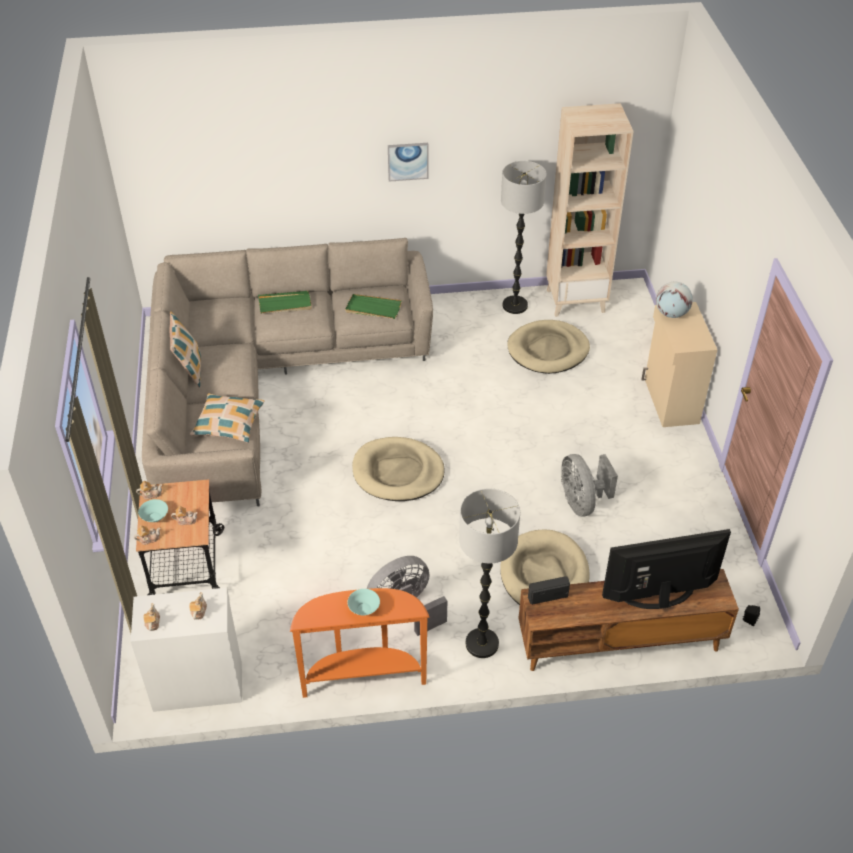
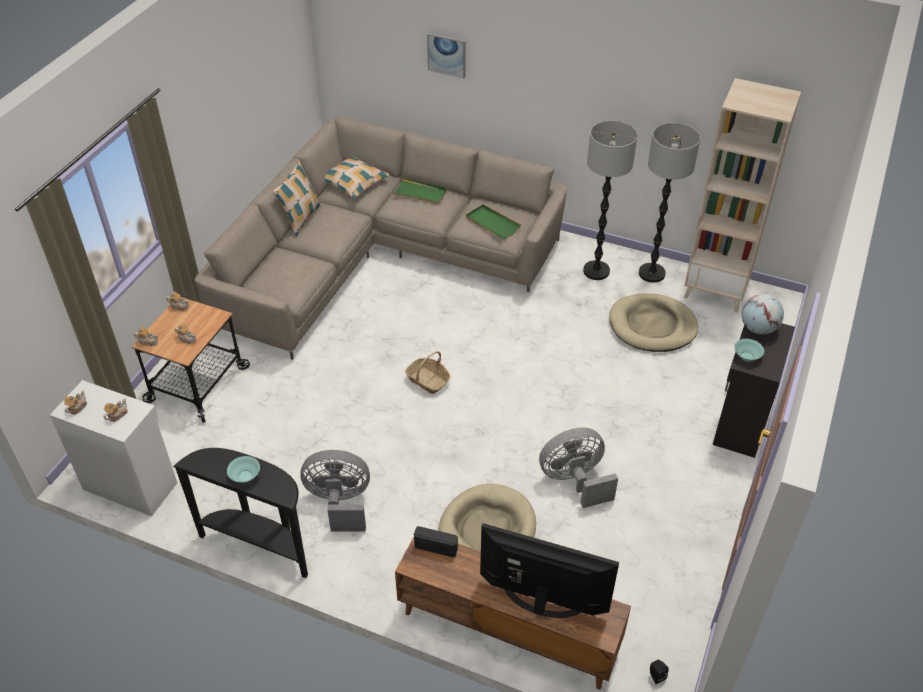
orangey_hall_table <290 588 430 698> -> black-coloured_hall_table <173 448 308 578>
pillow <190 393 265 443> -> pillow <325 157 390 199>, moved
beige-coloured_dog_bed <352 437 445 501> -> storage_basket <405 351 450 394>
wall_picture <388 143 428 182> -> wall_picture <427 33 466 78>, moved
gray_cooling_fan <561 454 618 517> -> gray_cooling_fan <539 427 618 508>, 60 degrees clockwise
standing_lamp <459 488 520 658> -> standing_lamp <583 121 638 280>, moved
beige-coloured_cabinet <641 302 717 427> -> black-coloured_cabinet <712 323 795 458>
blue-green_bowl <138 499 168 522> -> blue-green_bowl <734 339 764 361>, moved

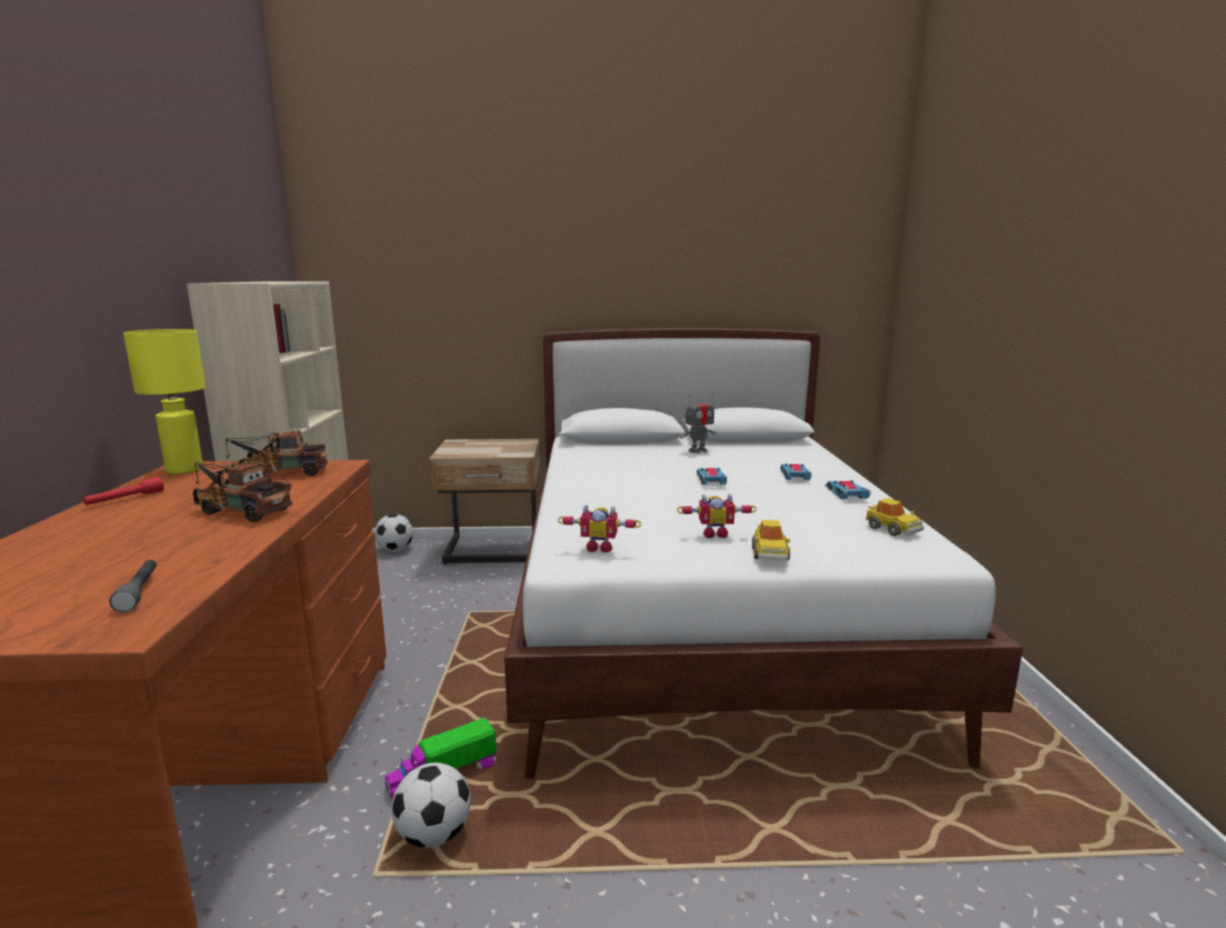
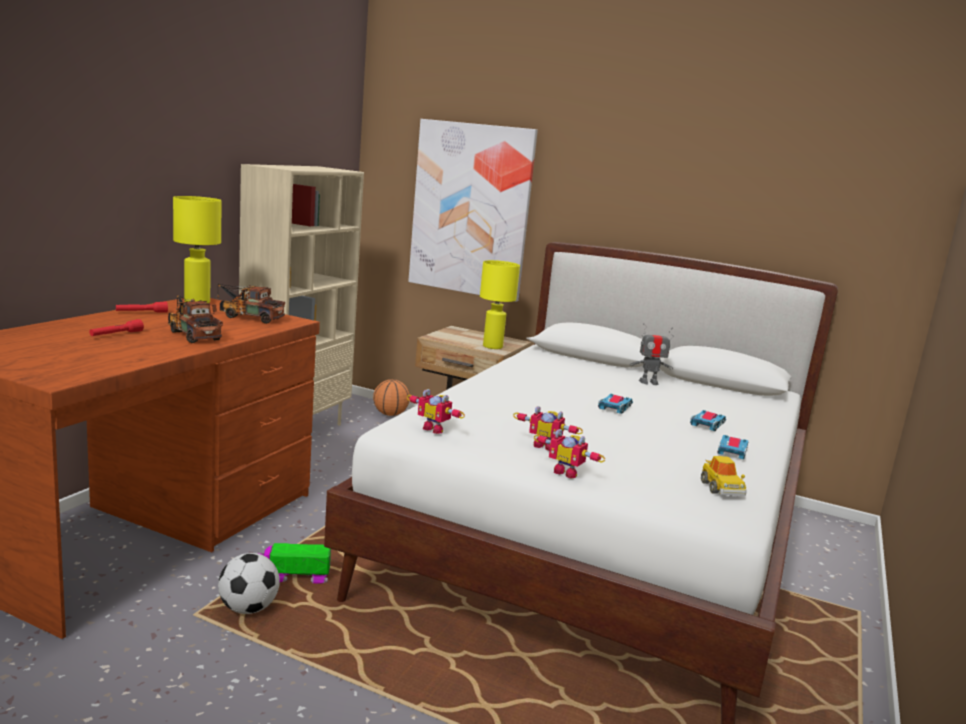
none -> reddish_flashlight <89 319 144 336>
ball_for_football <375 514 414 551> -> basketball <373 379 410 416>
none -> wall_picture <408 119 538 302>
none -> yellow-coloured_table_lamp <480 260 520 349>
miniature_car <752 520 790 561> -> toy_robot <534 429 605 478>
gray_flashlight <109 560 157 612> -> none

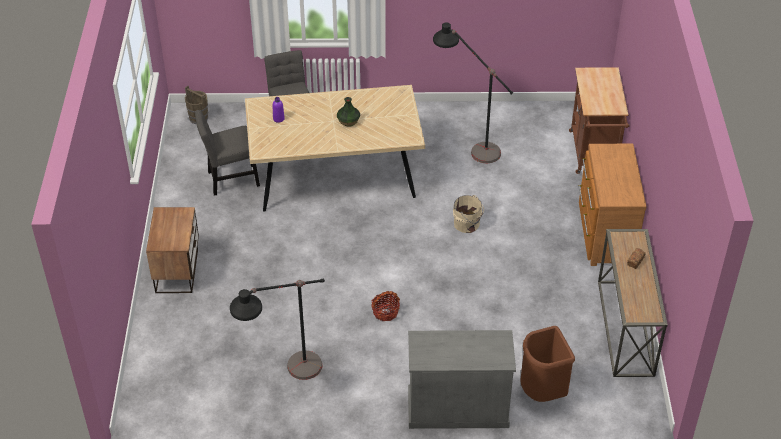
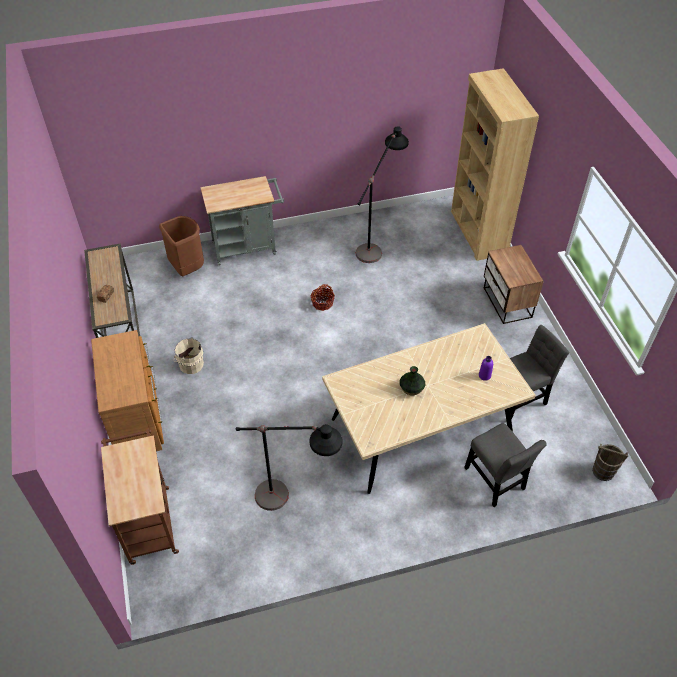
beige-coloured_bucket <453 195 484 233> -> beige-coloured_bucket <174 337 204 374>, moved
gray_cabinet <408 330 516 429> -> gray_cart <200 176 284 265>
none -> brown-coloured_bookcase <451 68 539 261>

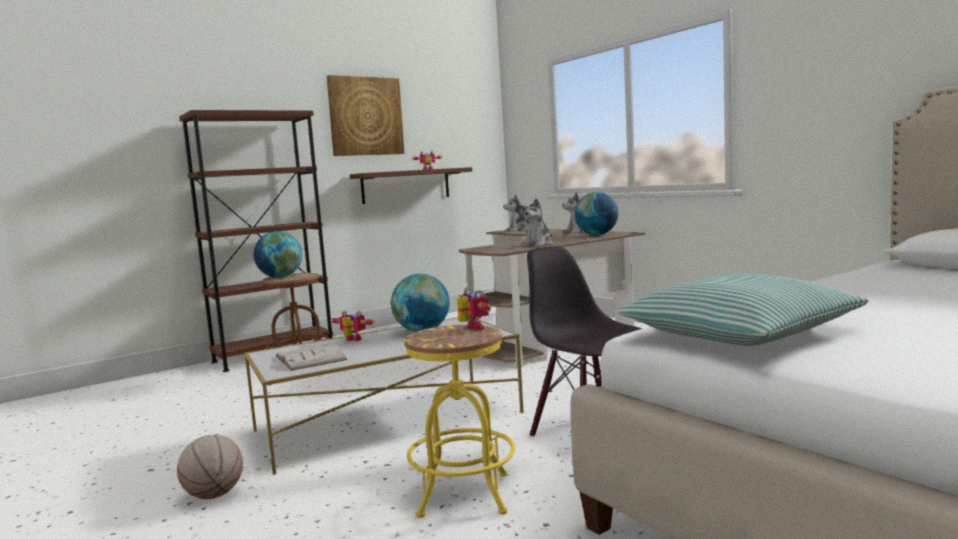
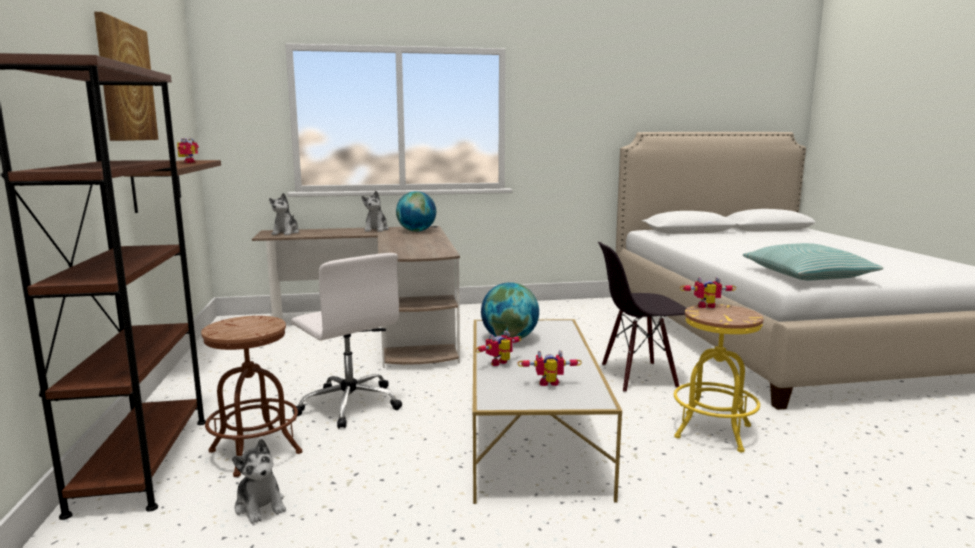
cuddly_toy <520 198 553 247> -> cuddly_toy <232 439 286 524>, moved
none -> white-coloured_desk_chair <291 253 402 429>
white-coloured_book <275 344 347 371> -> toy_robot <517 350 582 386>
basketball <177 435 243 499> -> none
desk_globe <253 231 302 278> -> none

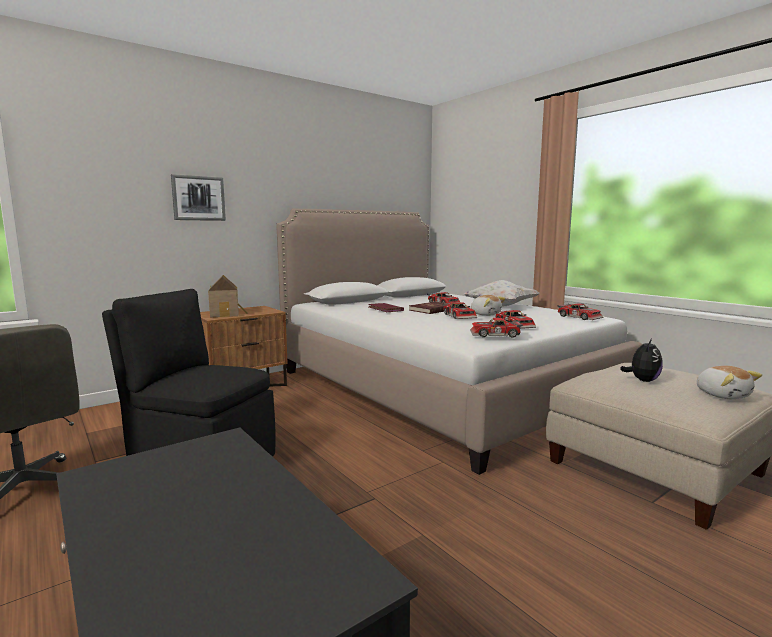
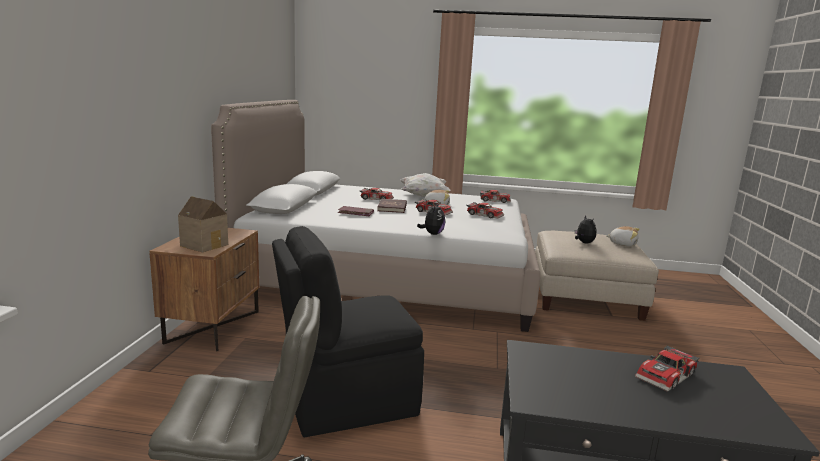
none -> cuddly_toy <417 203 445 235>
miniature_car <470 318 523 338> -> miniature_car <635 345 700 392>, moved
wall_picture <171 174 226 221> -> none

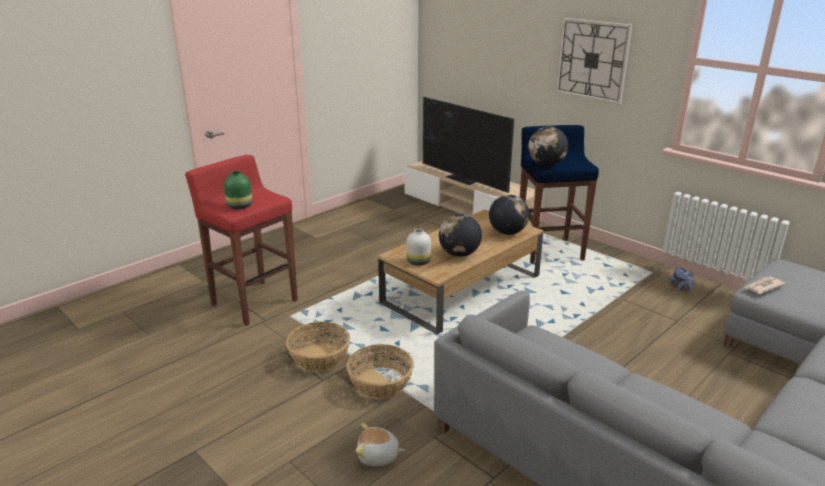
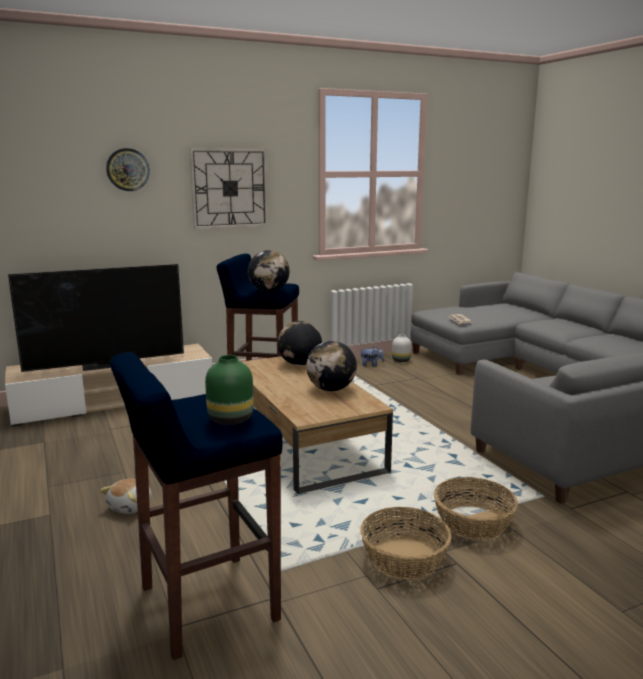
cuddly_toy <355 423 405 466> -> cuddly_toy <100 479 152 514>, moved
none -> wall_clock <106 148 150 191>
reddish_stool_seat <185 155 298 326> -> blue_stool_seat <110 352 283 660>
white-coloured_flower_vase <406 229 431 266> -> white-coloured_flower_vase <392 334 411 362>, moved

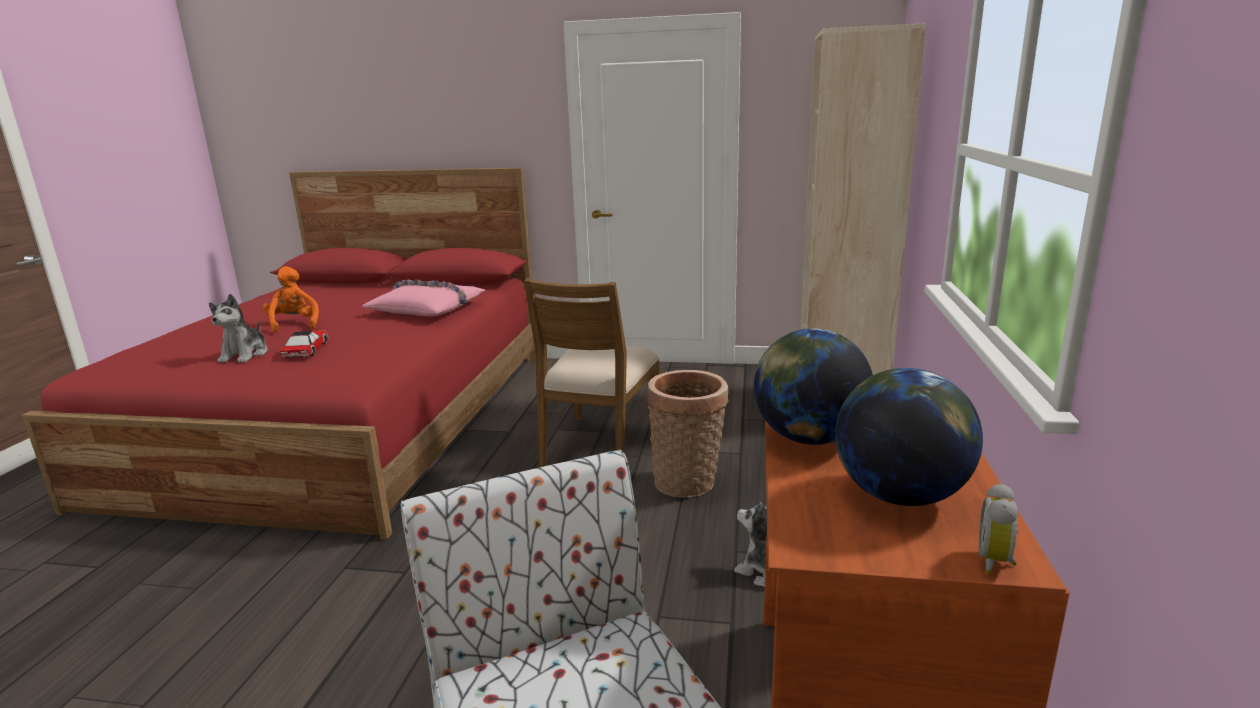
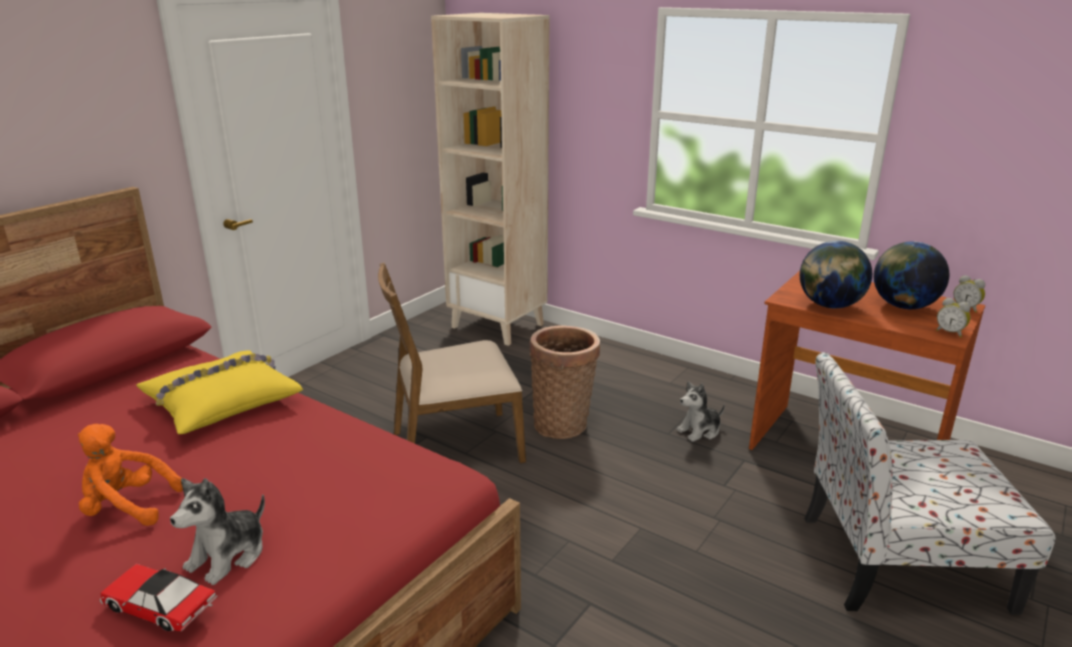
miniature_car <280 331 328 357> -> miniature_car <100 564 217 631>, moved
pinkish_pillow <362 279 486 316> -> yellow-coloured_pillow <136 350 303 434>
cuddly_toy <209 294 268 363> -> cuddly_toy <170 478 265 585>, 90 degrees clockwise
brown-coloured_plain_chair <524 278 659 467> -> brown-coloured_plain_chair <378 262 526 463>, 120 degrees clockwise
none -> bedside_clock <936 298 971 338>

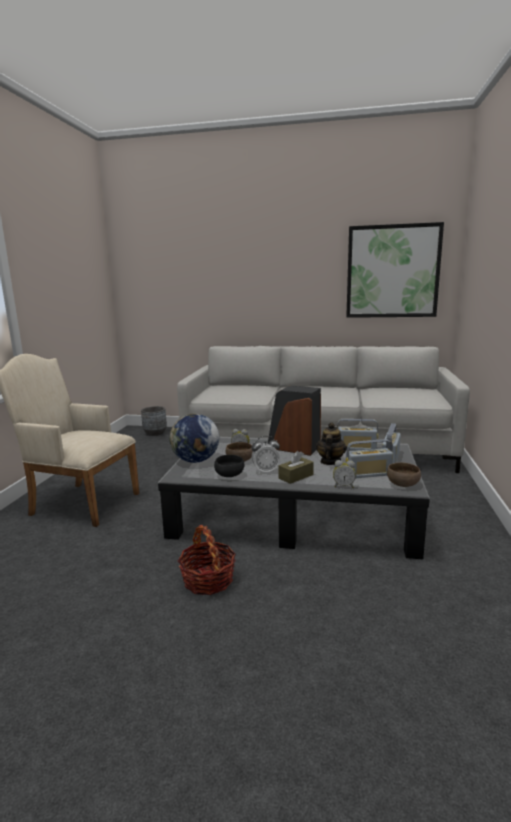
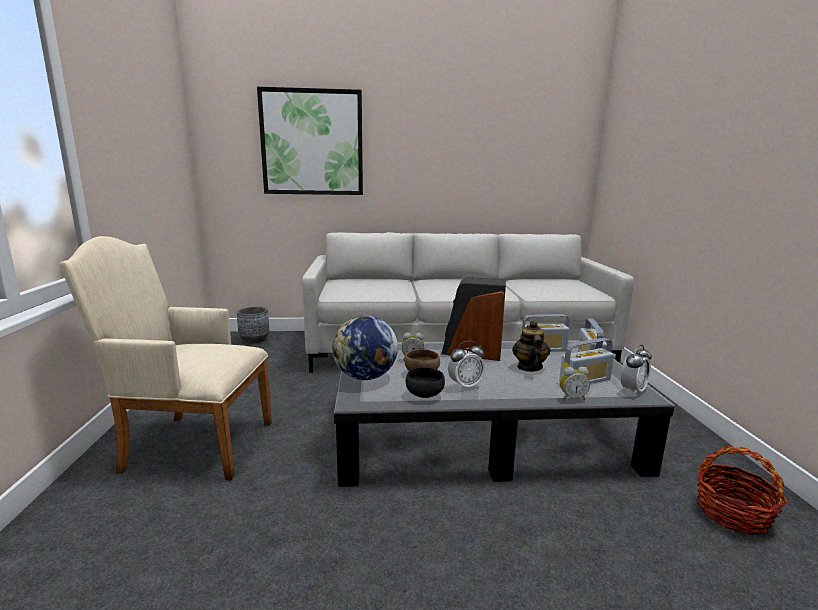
wall_picture <346 222 444 318> -> wall_picture <257 87 363 195>, moved
brown-coloured_bowl <387 462 421 487> -> bedside_clock <621 345 652 396>
storage_basket <178 525 236 595> -> storage_basket <697 446 788 536>, moved
brown-coloured_box_of_tissues <278 451 314 484> -> none

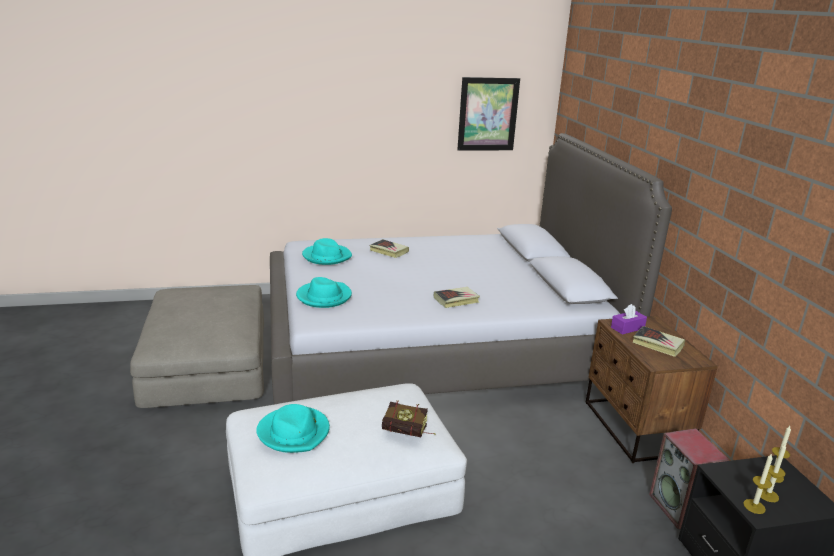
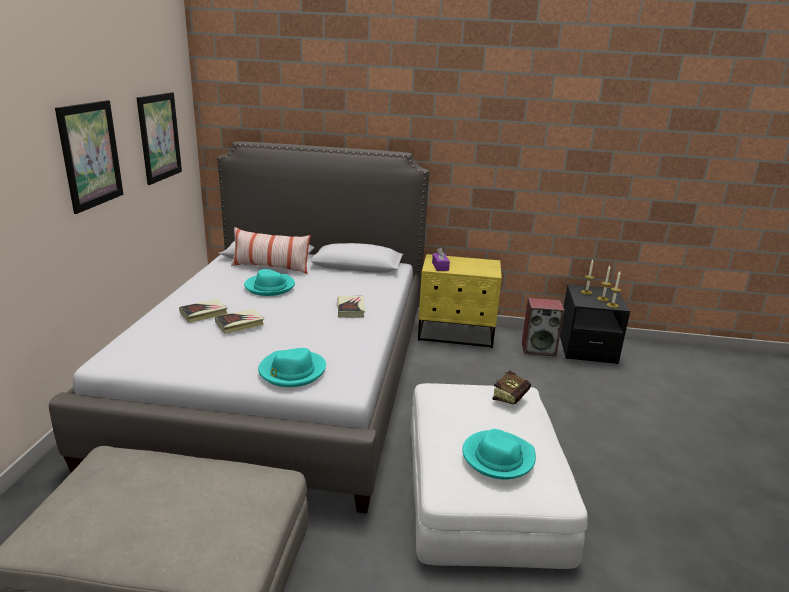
none -> wall_picture <55 100 123 214>
book <632 326 685 357> -> book <215 309 264 334>, moved
none -> pillow <231 227 311 274>
blue-green_clothing_hat <302 238 352 265> -> blue-green_clothing_hat <244 269 295 296>, moved
brown-coloured_nightstand <586 316 718 463> -> yellow-coloured_nightstand <418 254 502 348>

